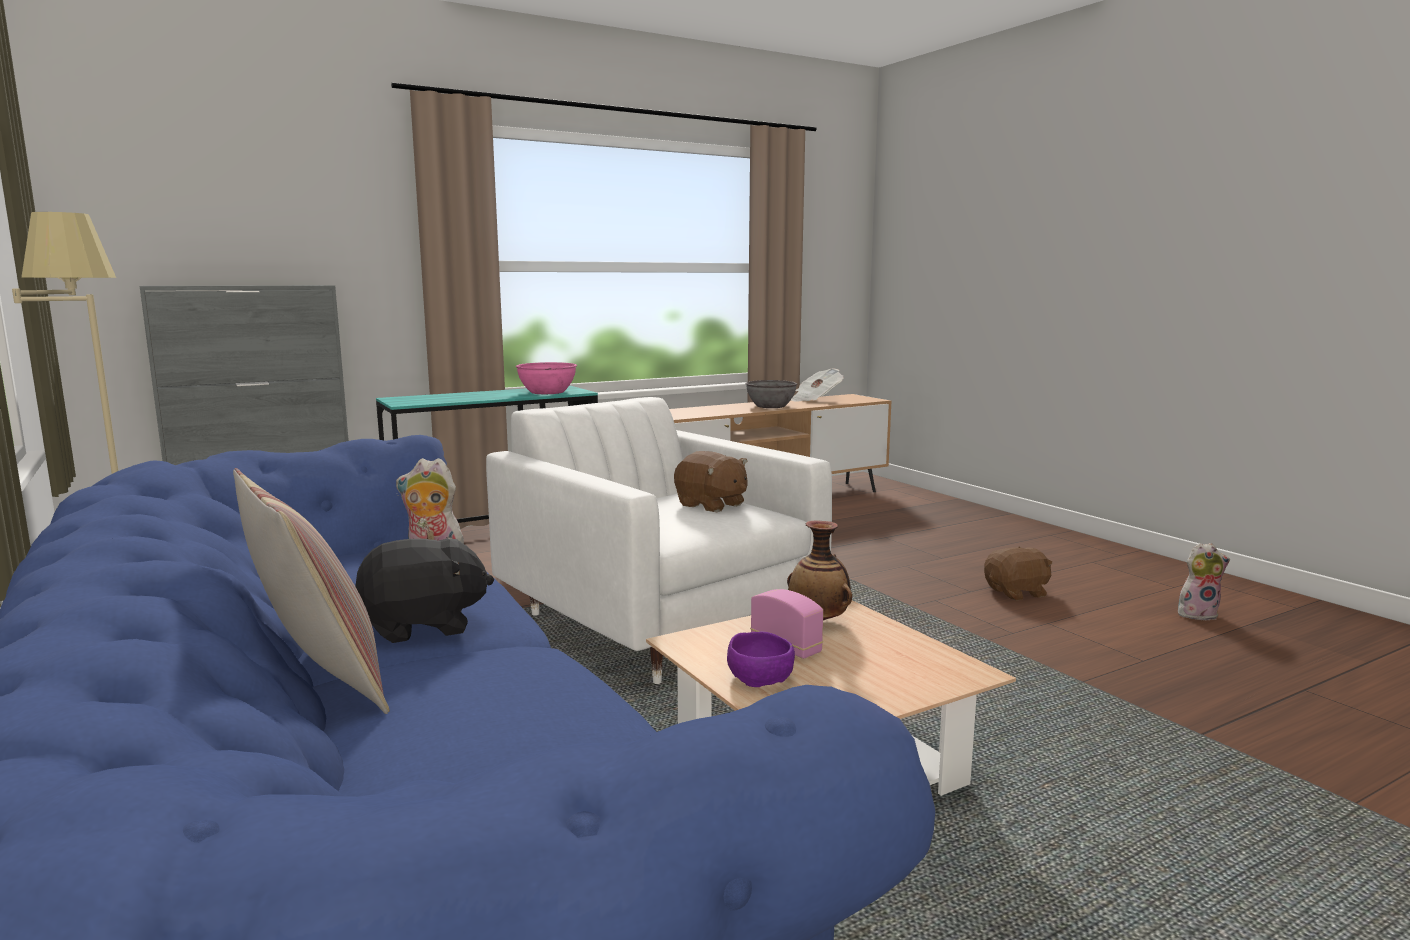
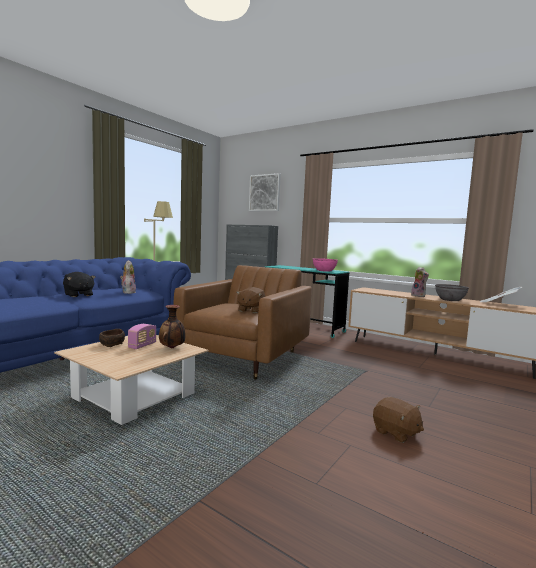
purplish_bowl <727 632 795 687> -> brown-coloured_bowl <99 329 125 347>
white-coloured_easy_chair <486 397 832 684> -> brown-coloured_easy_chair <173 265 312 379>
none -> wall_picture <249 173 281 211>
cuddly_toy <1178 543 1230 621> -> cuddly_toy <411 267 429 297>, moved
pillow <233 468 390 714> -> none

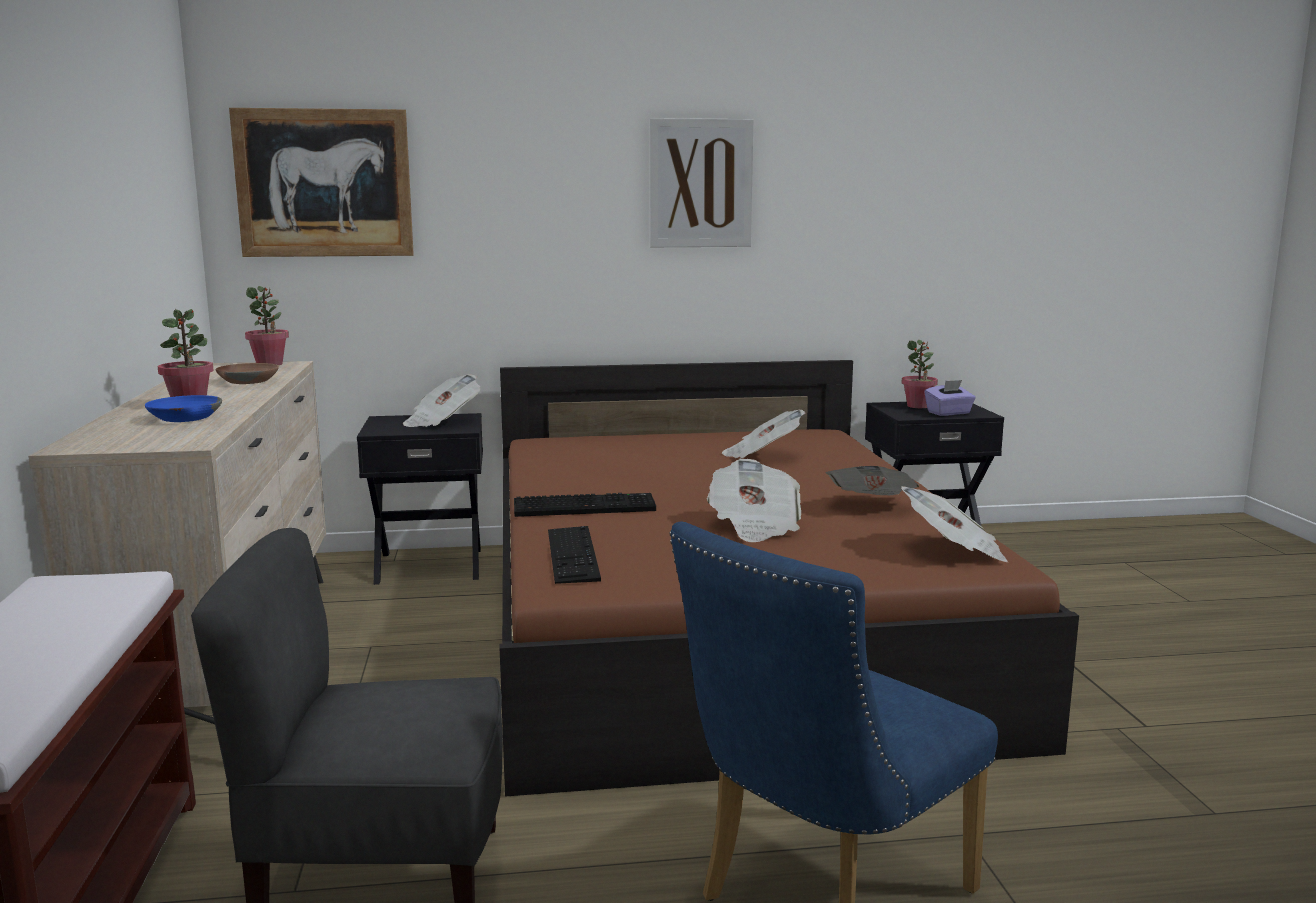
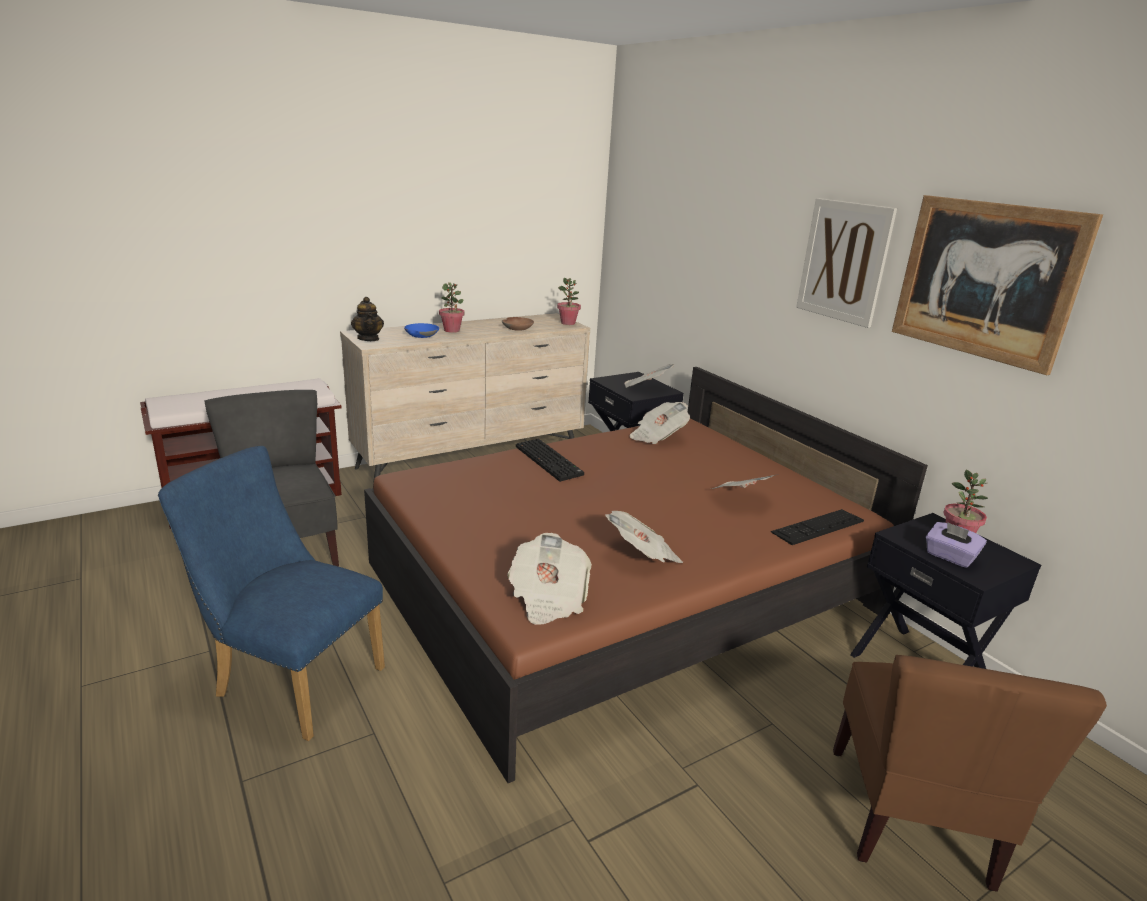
none -> pot_for_tea <351 297 384 341>
newspaper <707 459 801 542> -> newspaper <629 402 690 444>, moved
PC_keyboard <548 526 601 584> -> PC_keyboard <771 509 864 545>, moved
none -> brown-coloured_plain_chair <833 655 1107 892>
wall_picture <229 108 414 257> -> wall_picture <892 195 1103 375>, moved

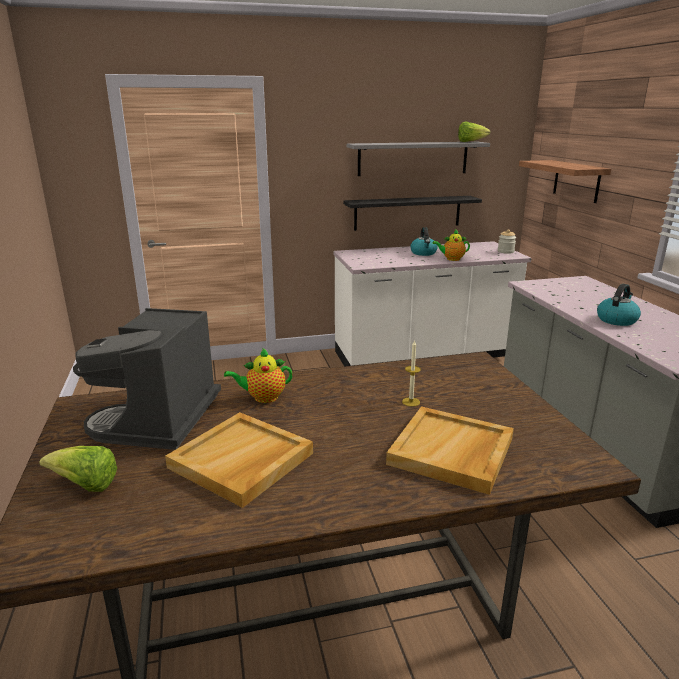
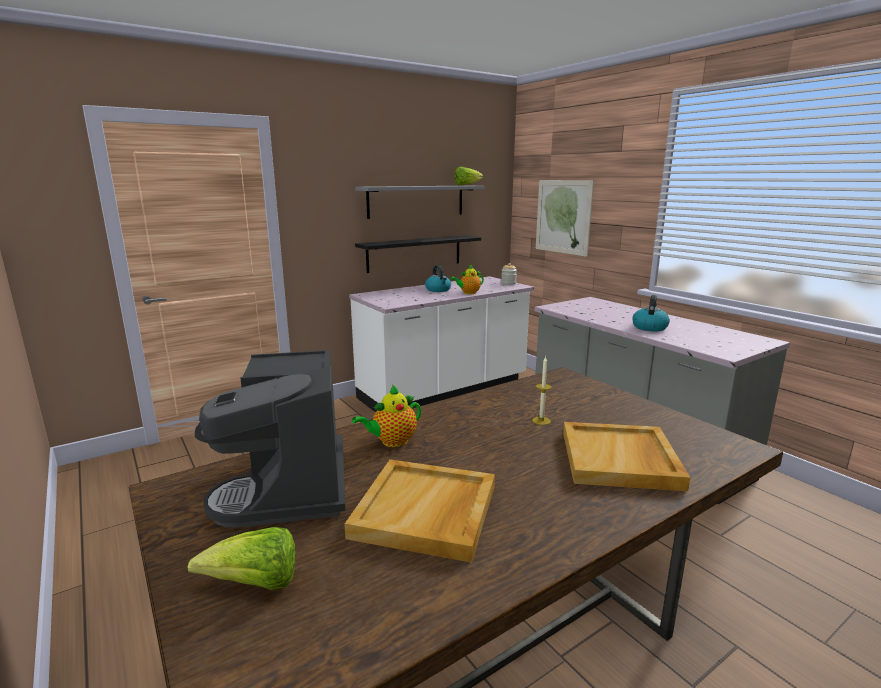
wall_shelf <519 160 611 203> -> wall_picture <536 180 594 257>

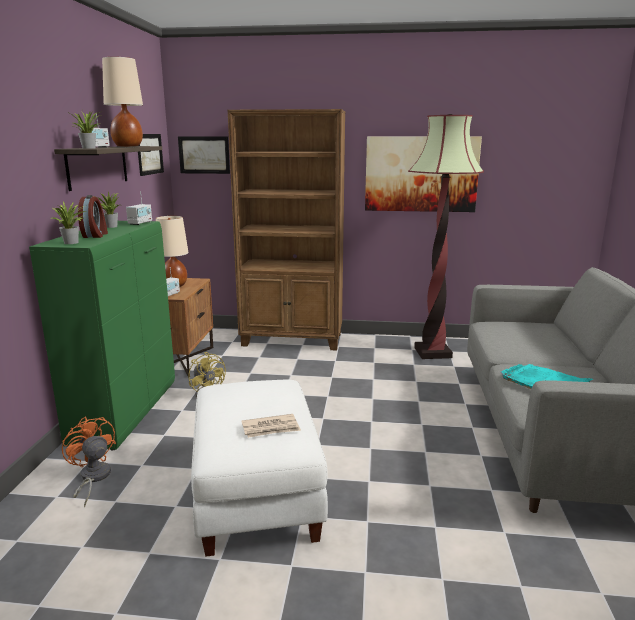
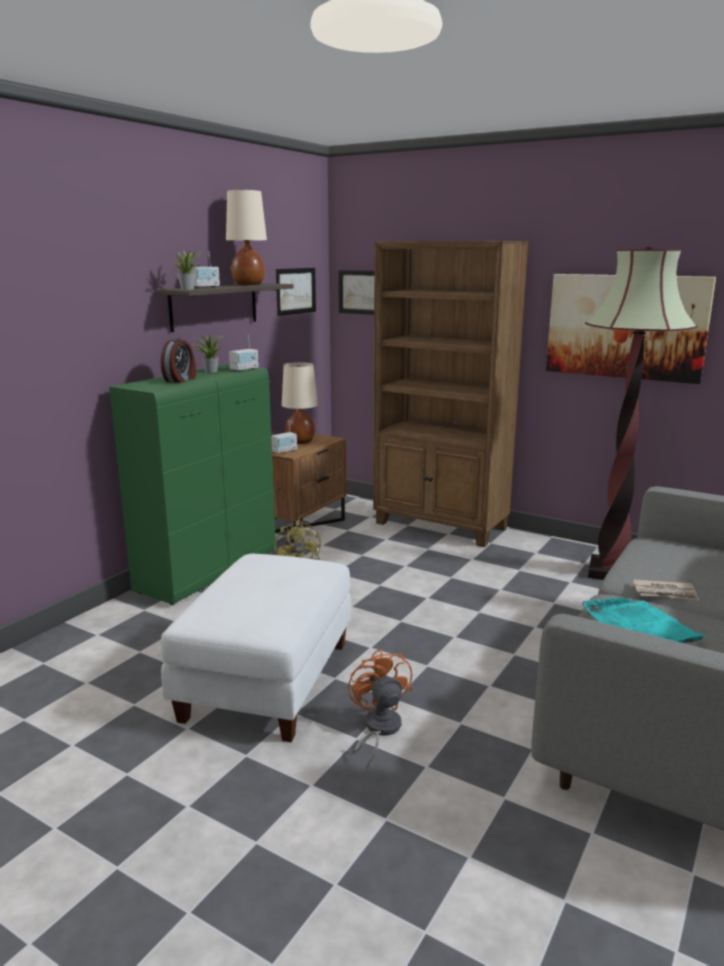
orangey_cooling_fan <62 416 116 507> -> orangey_cooling_fan <348 649 412 768>, moved
newspaper <241 414 301 438> -> newspaper <632 579 699 601>, moved
houseplant <50 202 86 244> -> none

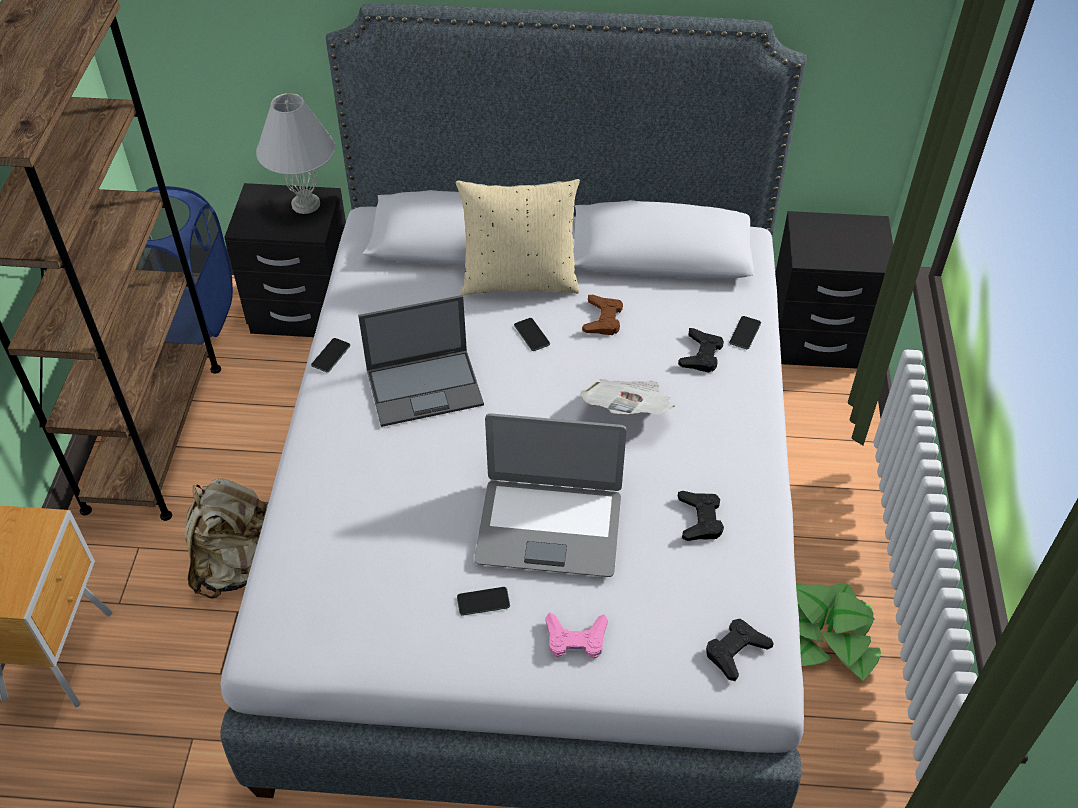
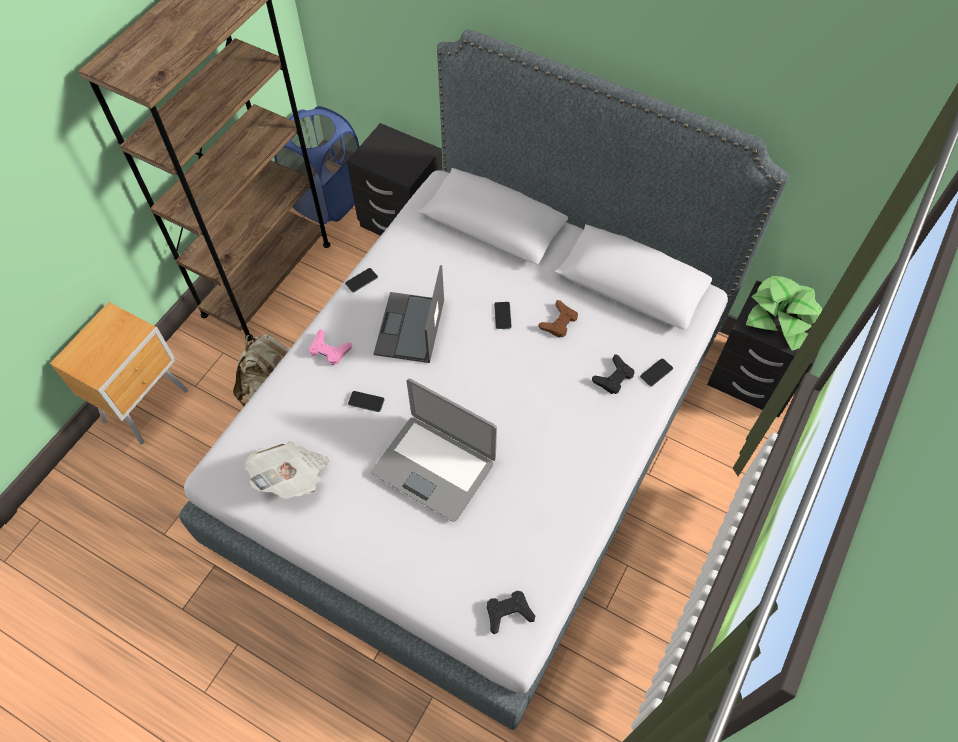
newspaper <580 379 675 414> -> newspaper <245 441 329 499>, moved
pinkish_joypad <545 612 608 658> -> pinkish_joypad <309 329 351 365>, moved
handset <457 587 510 615> -> handset <348 391 385 412>, moved
laptop <358 295 484 427> -> laptop <374 265 444 363>, 90 degrees clockwise
houseplant <796 584 881 680> -> houseplant <746 276 823 351>, moved
white-coloured_table_lamp <256 93 335 214> -> none
beige-coloured_pillow <456 179 580 296> -> none
black-coloured_joypad <678 491 724 541> -> none

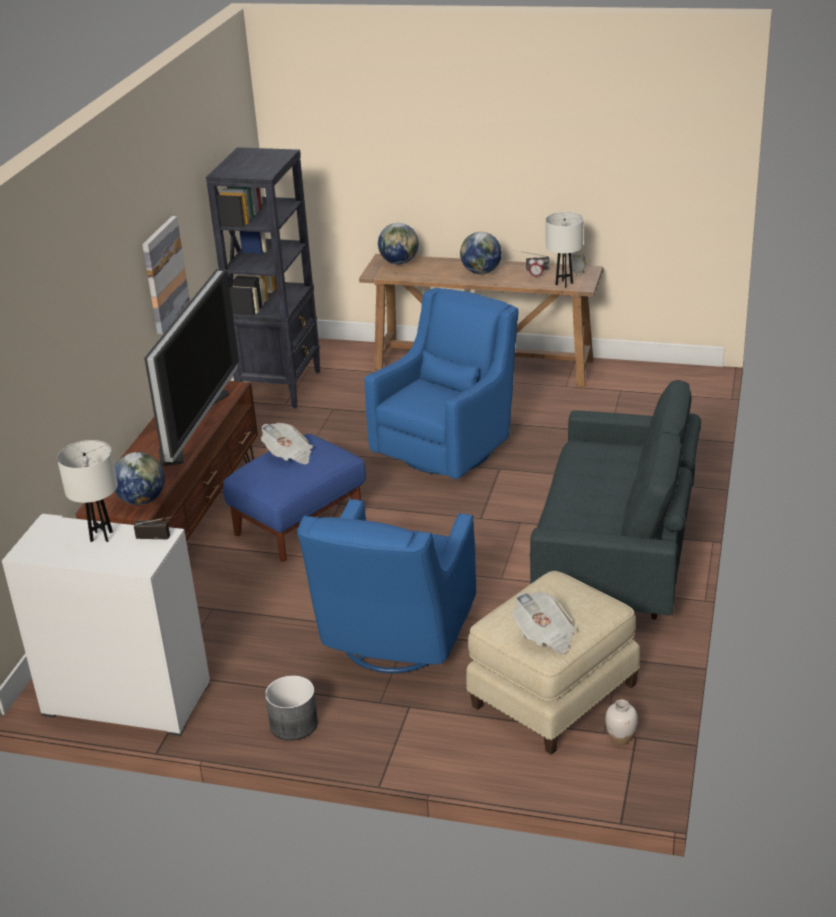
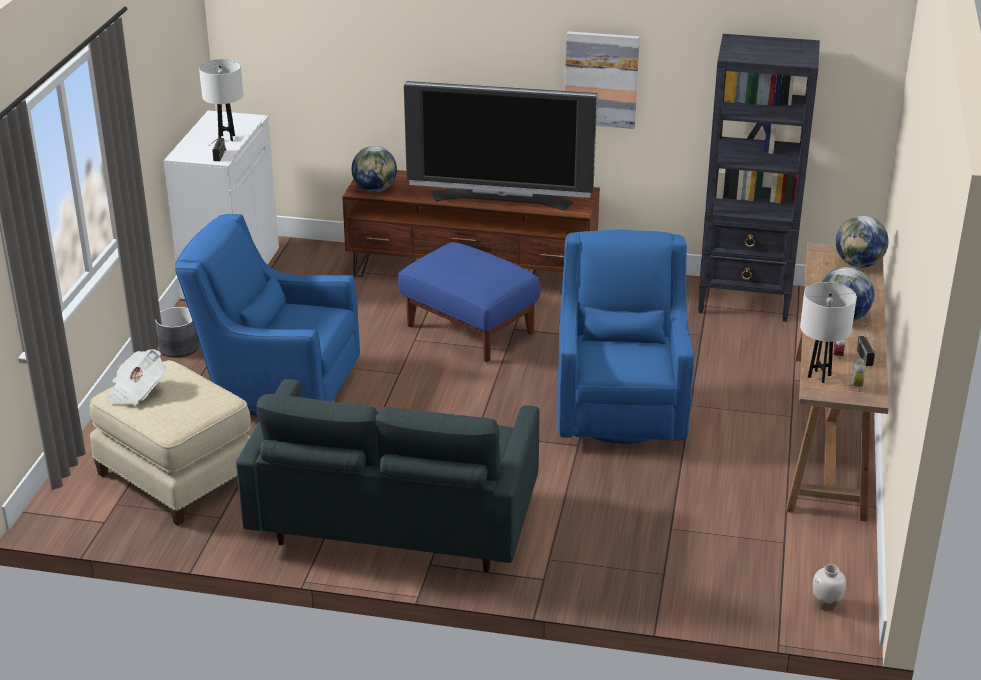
blue_easy_chair <364 288 519 479> -> blue_easy_chair <558 230 694 444>, 120 degrees counterclockwise
white-coloured_flower_vase <605 699 638 745> -> white-coloured_flower_vase <813 564 846 611>, moved
newspaper <261 423 313 464> -> none

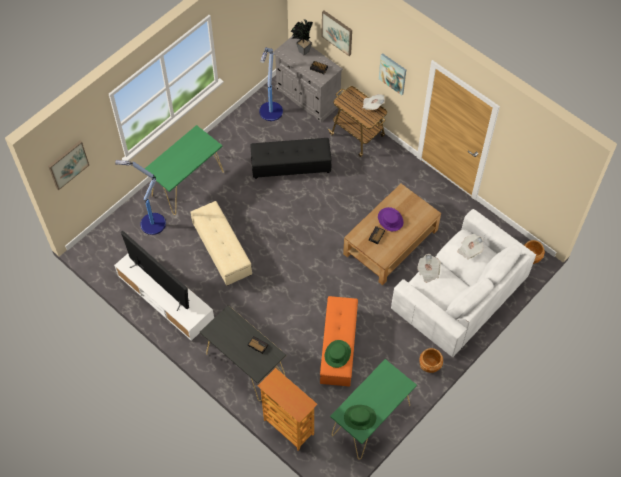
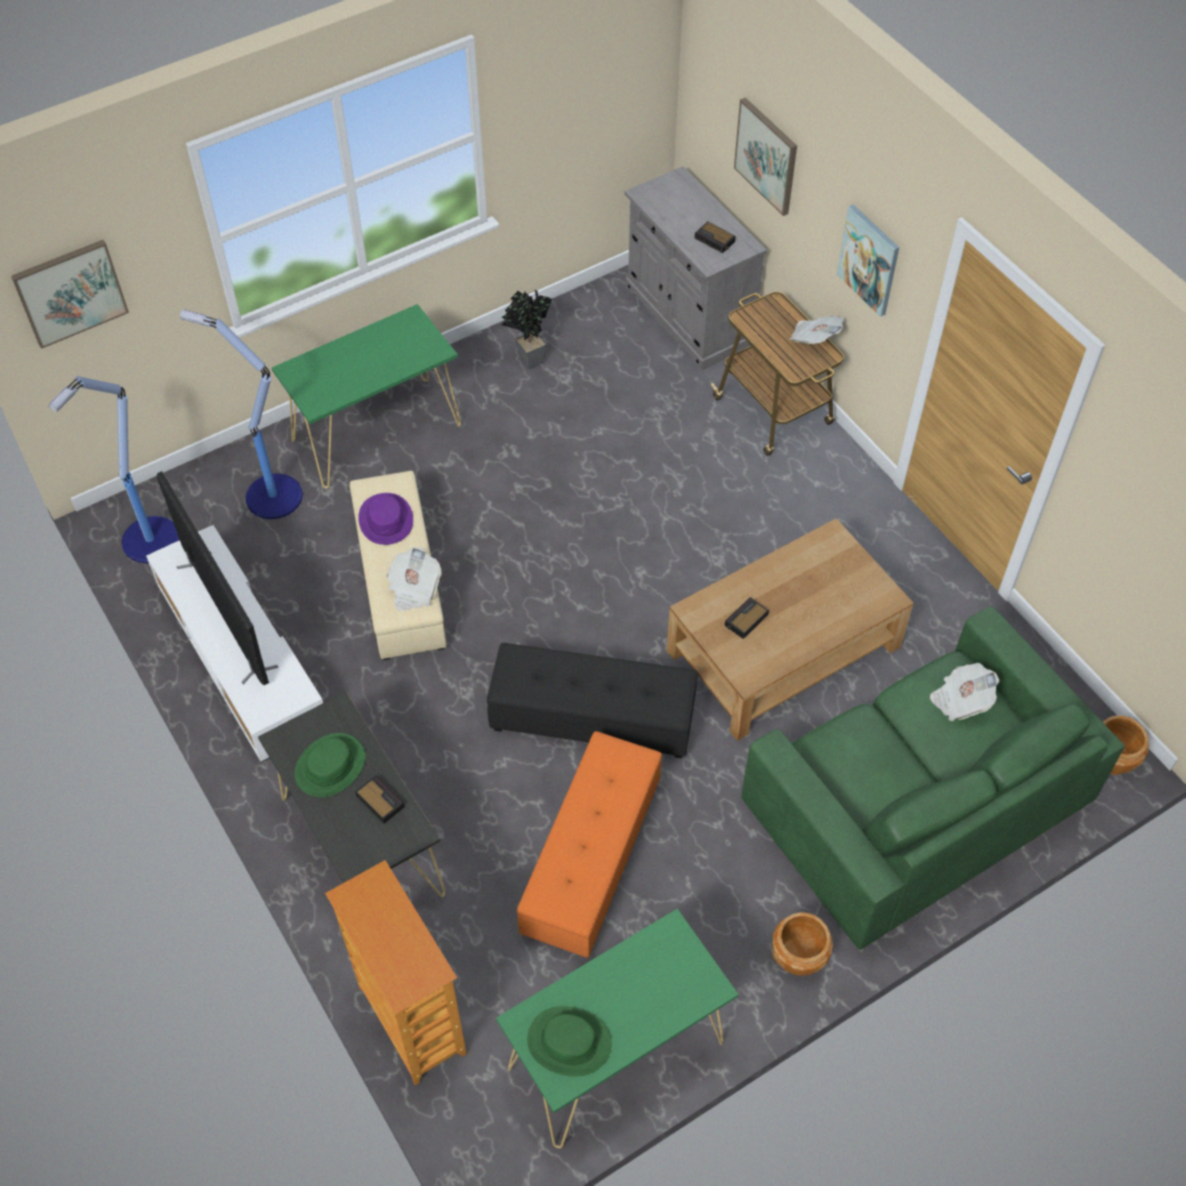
standing_lamp <259 48 283 121> -> standing_lamp <49 376 180 563>, moved
green-coloured_clothing_hat <325 340 351 368> -> green-coloured_clothing_hat <294 733 365 797>, moved
purplish_clothing_hat <378 207 404 231> -> purplish_clothing_hat <358 493 413 545>, moved
newspaper <417 254 441 283> -> newspaper <387 547 442 611>, moved
black-coloured_ottoman <250 138 332 179> -> black-coloured_ottoman <487 643 698 758>, moved
houseplant <291 19 313 55> -> houseplant <501 290 552 369>, moved
white-coloured_settee <391 209 536 357> -> green-coloured_settee <741 606 1125 950>

